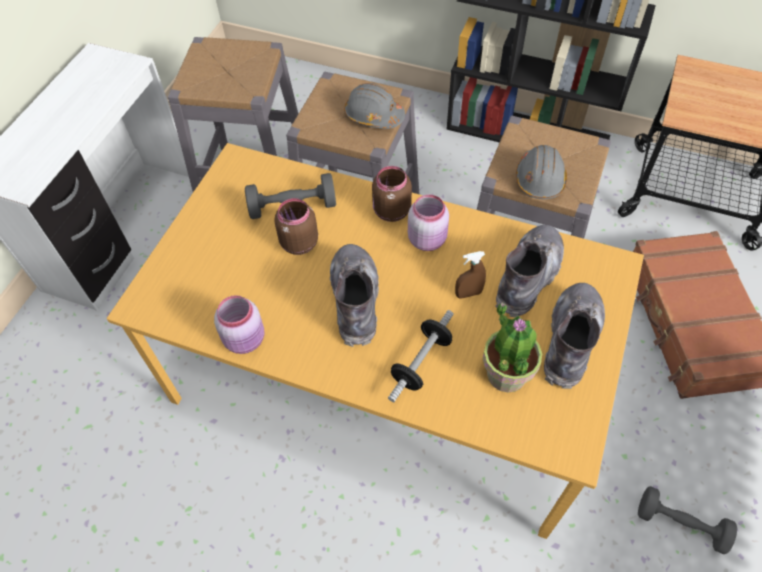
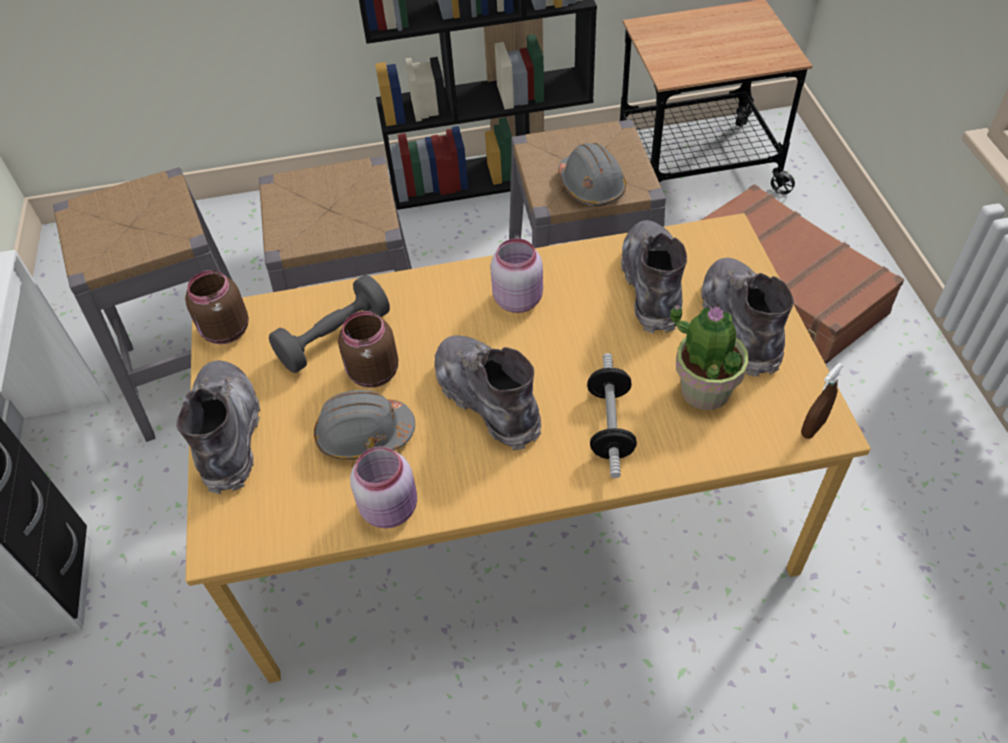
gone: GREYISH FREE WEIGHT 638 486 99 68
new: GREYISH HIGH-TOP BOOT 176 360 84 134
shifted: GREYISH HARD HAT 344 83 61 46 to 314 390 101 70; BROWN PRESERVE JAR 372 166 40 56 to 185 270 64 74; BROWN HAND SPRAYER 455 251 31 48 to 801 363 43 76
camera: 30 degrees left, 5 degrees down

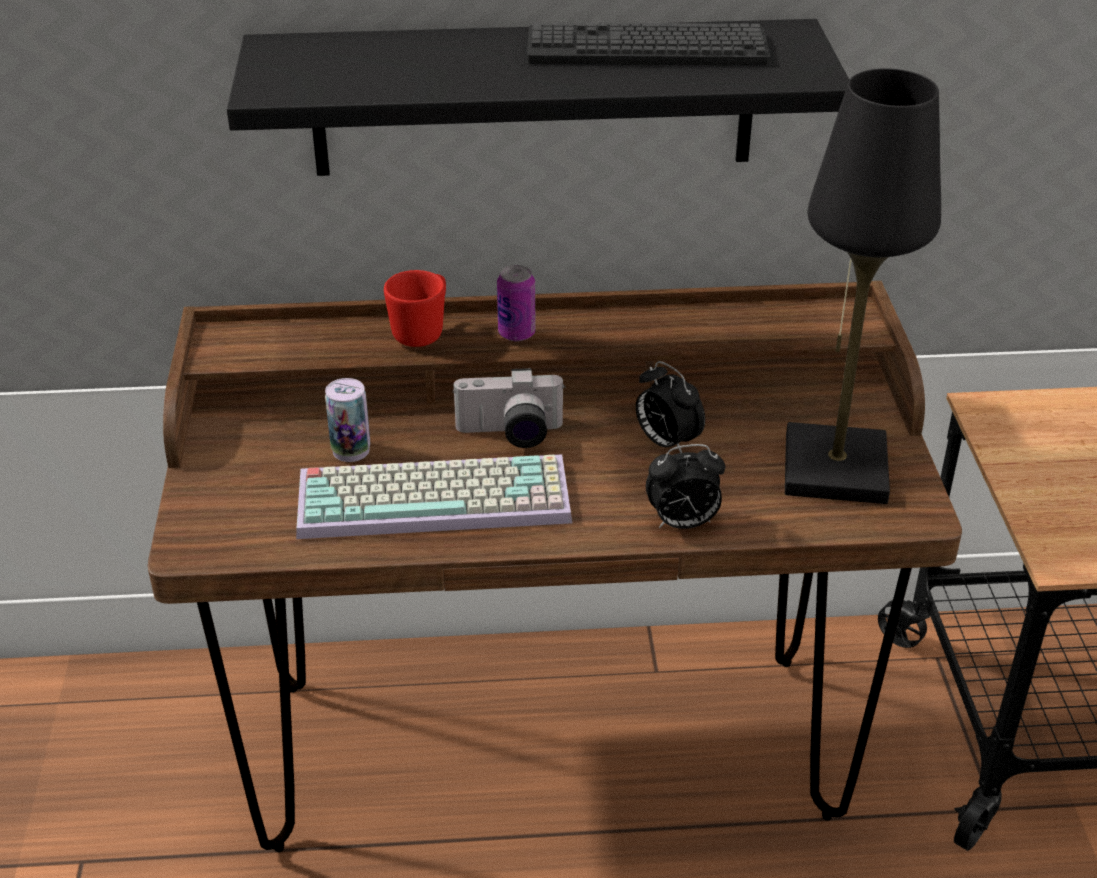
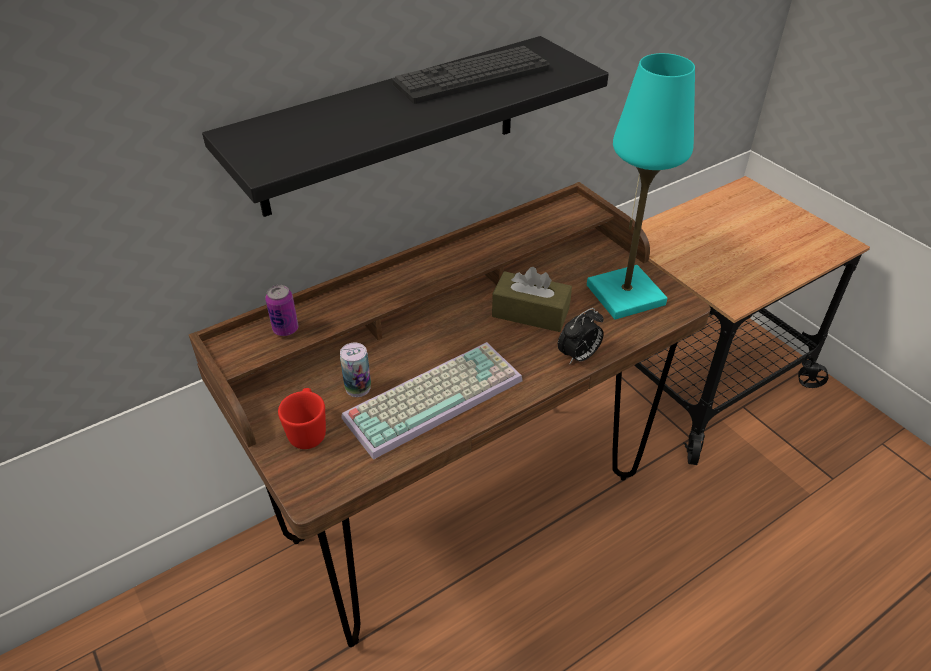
gone: STILL CAMERA 452 368 114 80
shifted: RED-COLOURED COFFEE MUG 384 270 62 77 to 278 388 48 61; CAN 497 265 39 76 to 265 285 33 51
swapped: BEDSIDE CLOCK 636 361 69 92 to BROWN TISSUE BOX 492 267 80 65
repainted: BLACKISH LAMP FOR A TABLE 785 68 156 436 to BLUE-GREEN LAMP FOR A TABLE 587 53 108 267
camera: 30 degrees left, 5 degrees up

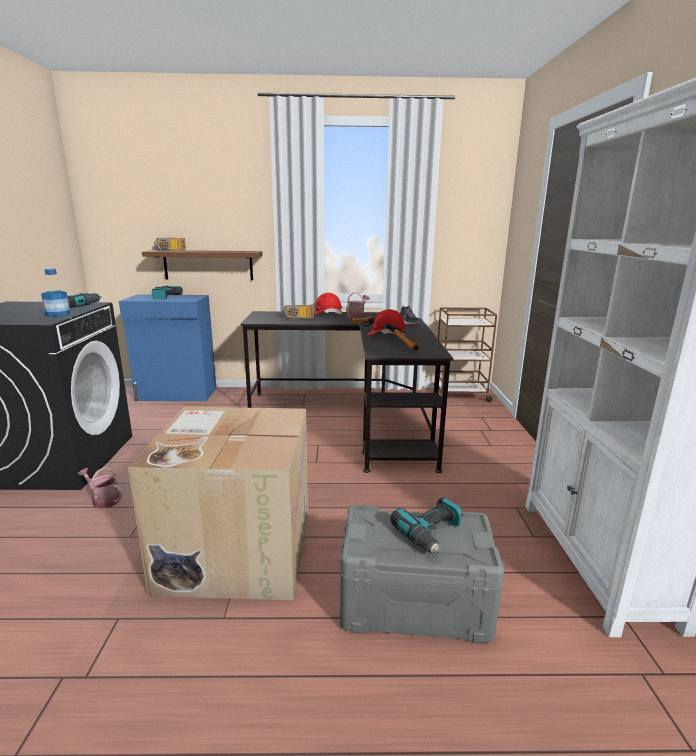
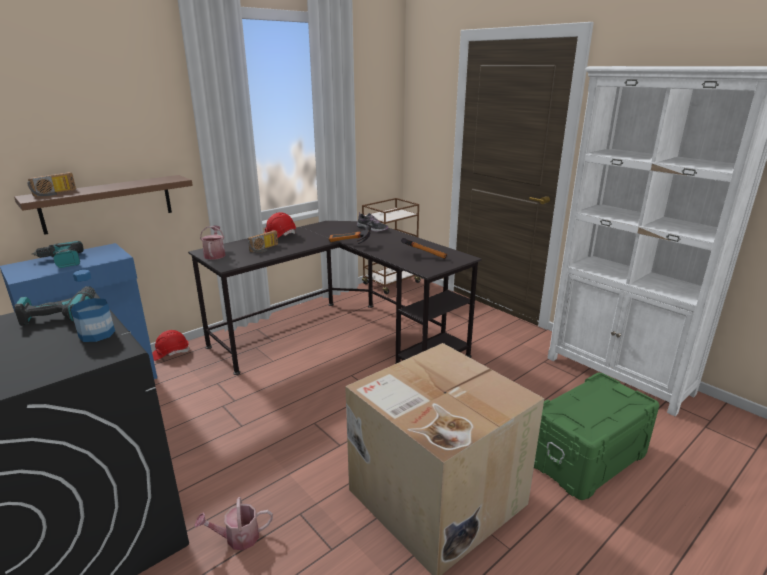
gone: POWER DRILL 390 497 72 56
shifted: WATERING CAN 346 292 24 28 to 200 225 26 35; RED-COLOURED HARD HAT 368 309 38 26 to 152 330 38 31
repainted: GREYISH STORAGE BIN 340 505 164 139 to GREENISH STORAGE BIN 534 373 125 127
camera: 40 degrees left, 5 degrees up

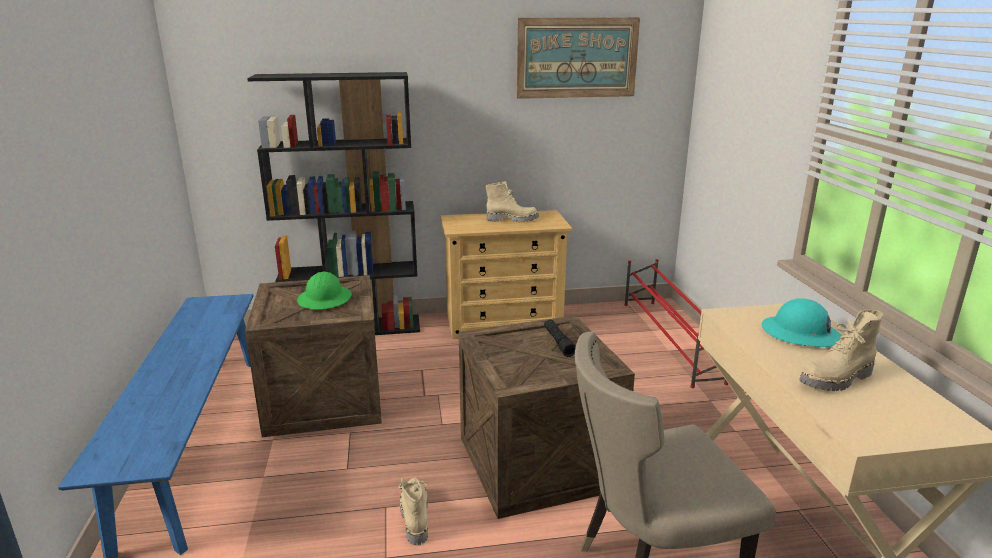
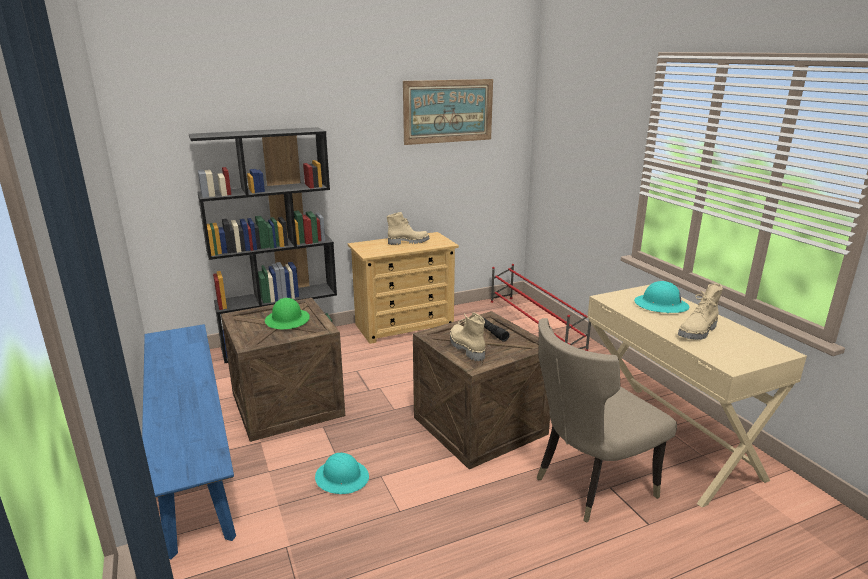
new: BLUE-GREEN HARD HAT 315 453 54 41
shifted: BEIGE HIGH-TOP BOOT 399 477 29 68 to 450 312 35 49
camera: 15 degrees left, 0 degrees up

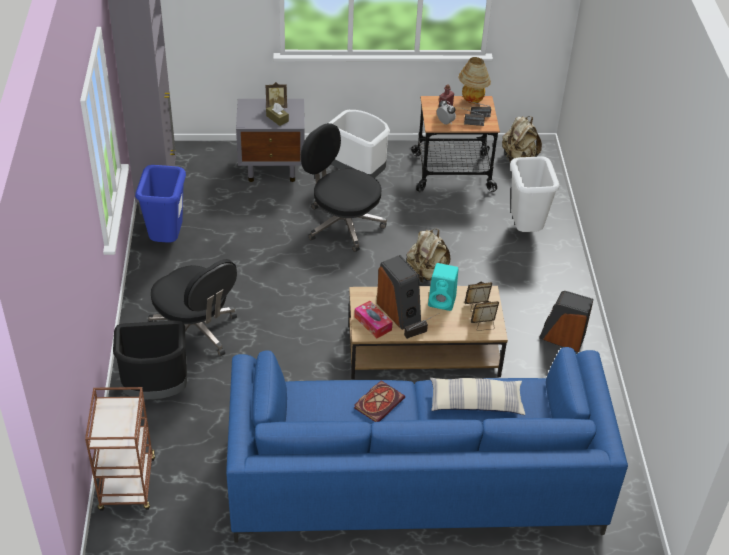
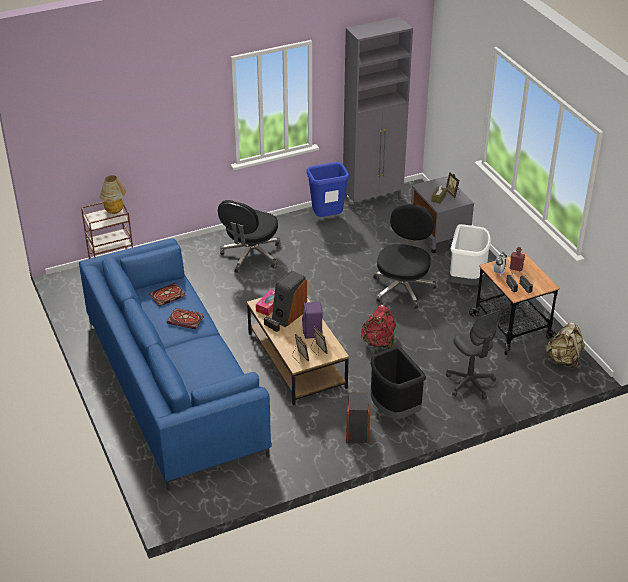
gone: CUSHION 430 378 95 37
new: BOUND BOOK 149 283 37 23
shifted: BLACKISH TRASH CAN 113 320 74 80 to 371 346 55 73; LAMP FOR A TABLE 458 57 33 47 to 99 175 27 39
swapped: WHITE TRASH CAN 510 156 50 76 to GREYISH OFFICE CHAIR 446 310 55 90
repainted: BEIGE RUCKSACK 406 229 44 54 to RED-COLOURED RUCKSACK 361 305 35 44; BLUE-GREEN SPEAKER 428 263 30 48 to PURPLE-COLOURED SPEAKER 302 302 21 37
camera: 70 degrees right, 5 degrees down

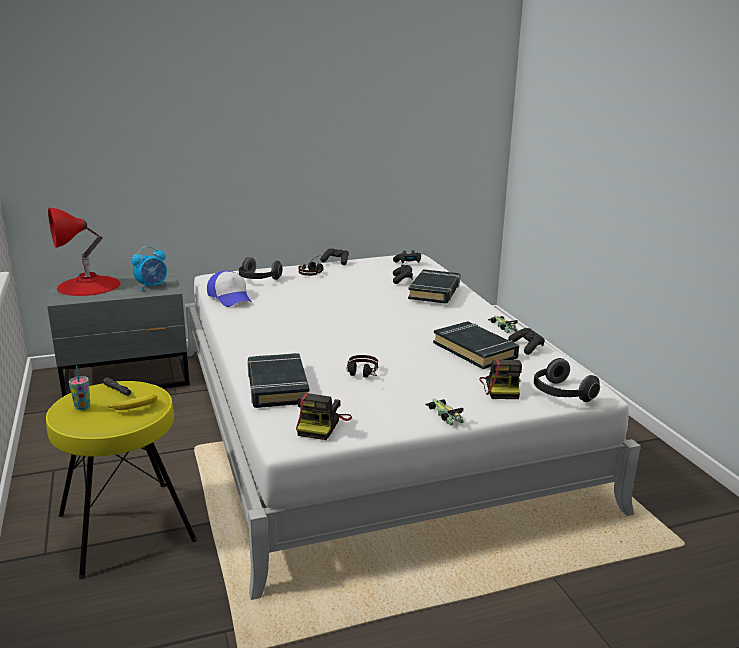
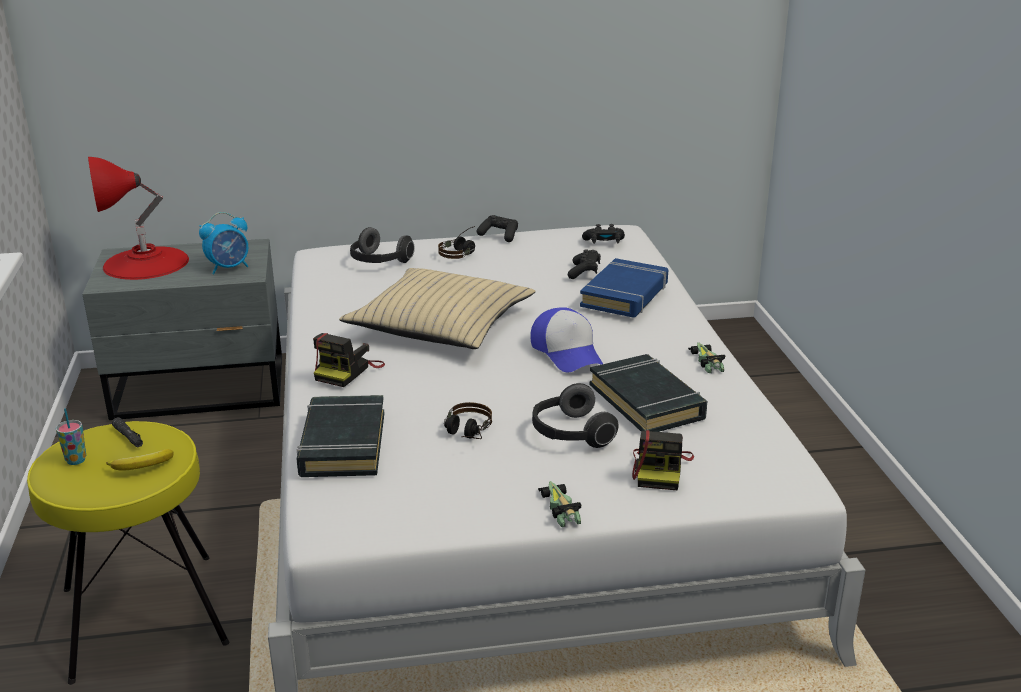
gone: BLACKISH JOYPAD 508 328 37 27
new: BEIGE CUSHION 339 268 196 81
shifted: PEAKED CAP 207 271 45 36 to 530 307 73 65; STILL CAMERA 296 393 56 47 to 313 333 72 54; HEADSET 534 358 66 44 to 532 383 87 65
repainted: BLACKISH BOUND BOOK 408 269 52 35 to BLUE-COLOURED BOUND BOOK 580 258 88 60
camera: 10 degrees right, 5 degrees up

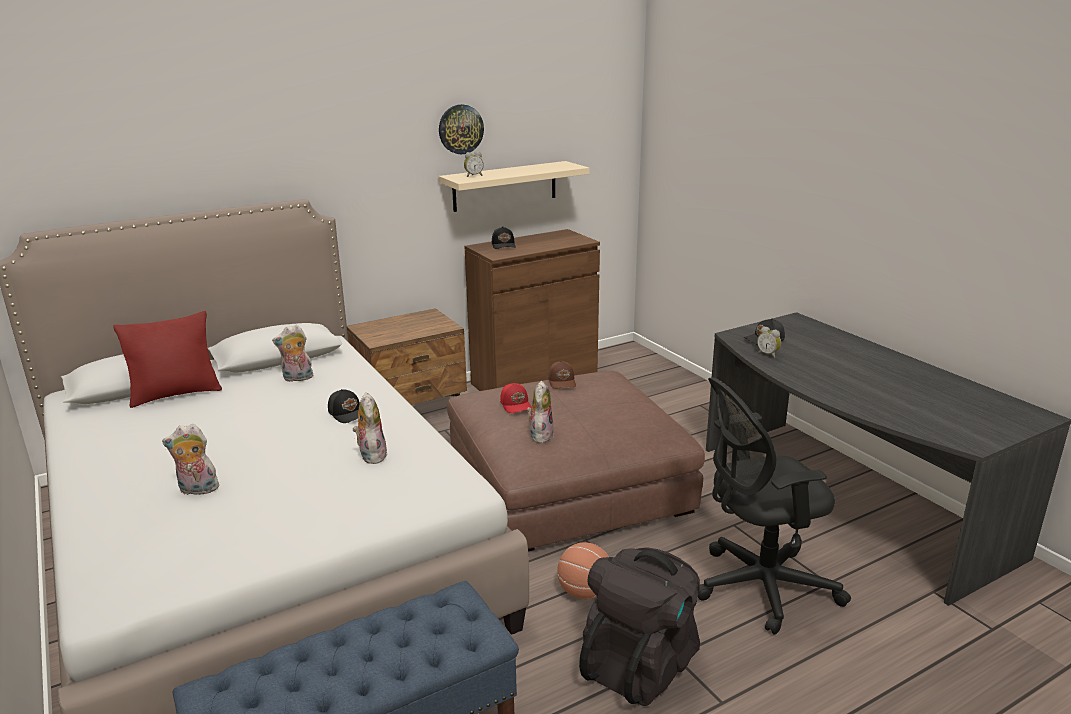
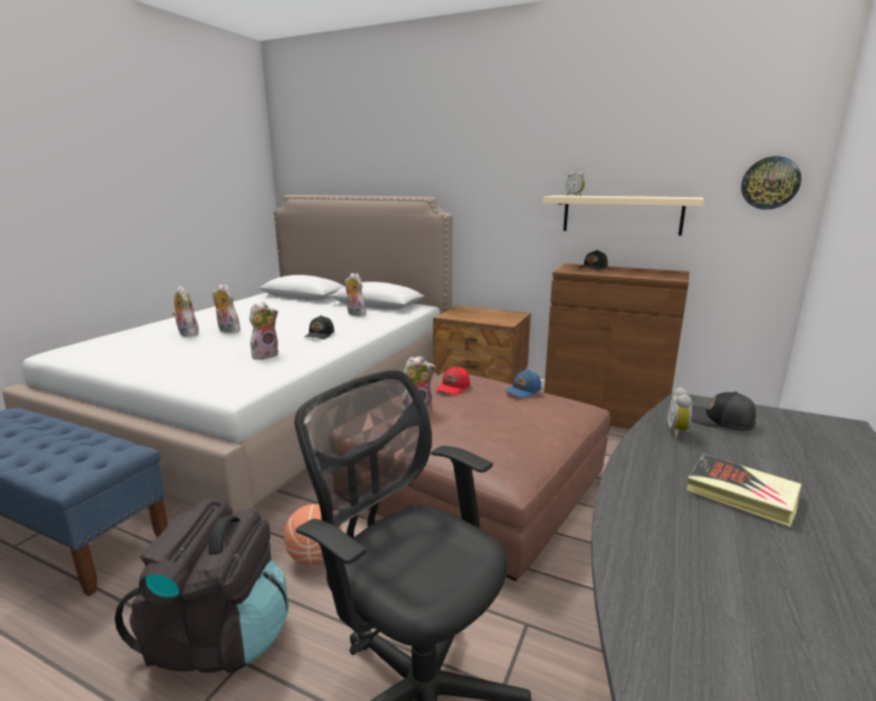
gone: RED-COLOURED CUSHION 113 311 109 97
new: SOFT TOY 213 284 27 49; BOUND BOOK 687 454 115 73
shifted: HANGING CLOCK 439 104 45 50 to 741 156 61 54
repainted: BROWN PEAKED CAP 548 361 28 28 to BLUE-COLOURED PEAKED CAP 504 370 37 28
camera: 55 degrees right, 5 degrees down

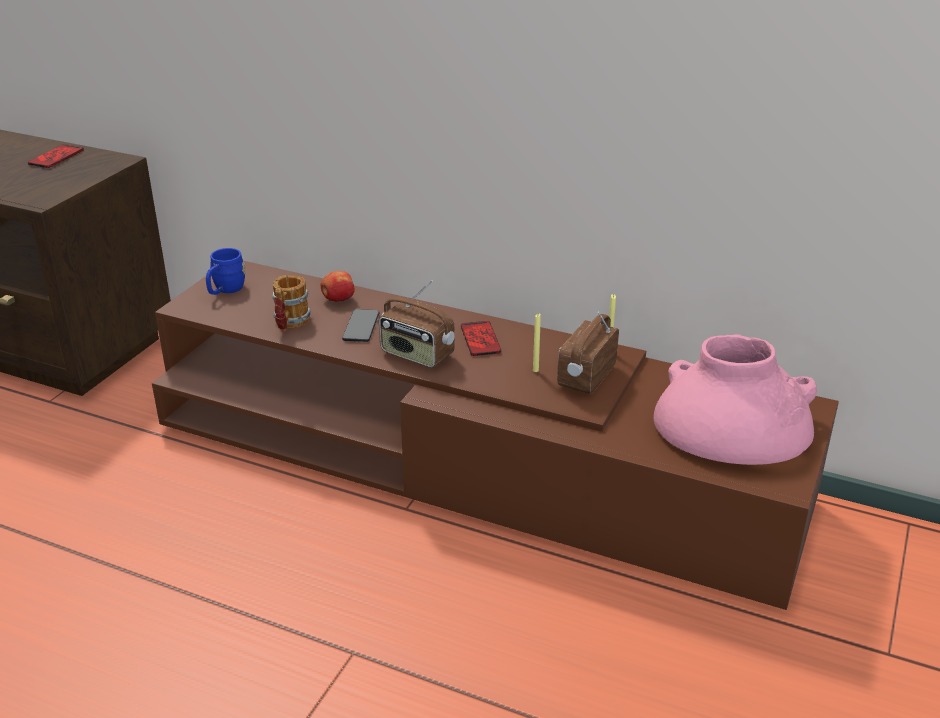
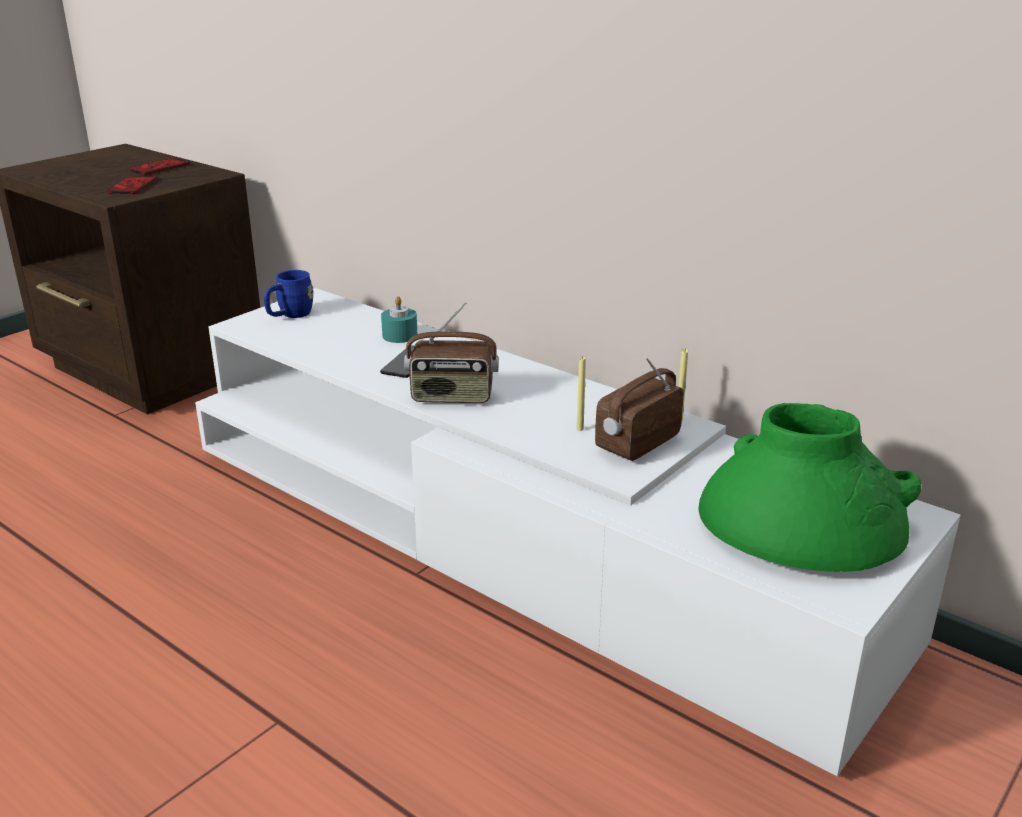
gone: COFFEE MUG 272 275 39 56
shifted: PHONE 461 321 40 35 to 107 175 51 19
swapped: APPLE 321 271 34 31 to BLUE-GREEN WAX LIGHT 381 296 36 47
repainted: BROWN TV STAND 152 261 687 349 to WHITE TV STAND 195 288 766 488; PINK-COLOURED DECORATIVE VASE 654 334 163 131 to GREENISH DECORATIVE VASE 699 403 222 169
rotated: RADIO RECEIVER 379 280 76 88 = 404 302 95 101 45 degrees counterclockwise
camera: 15 degrees right, 5 degrees down

